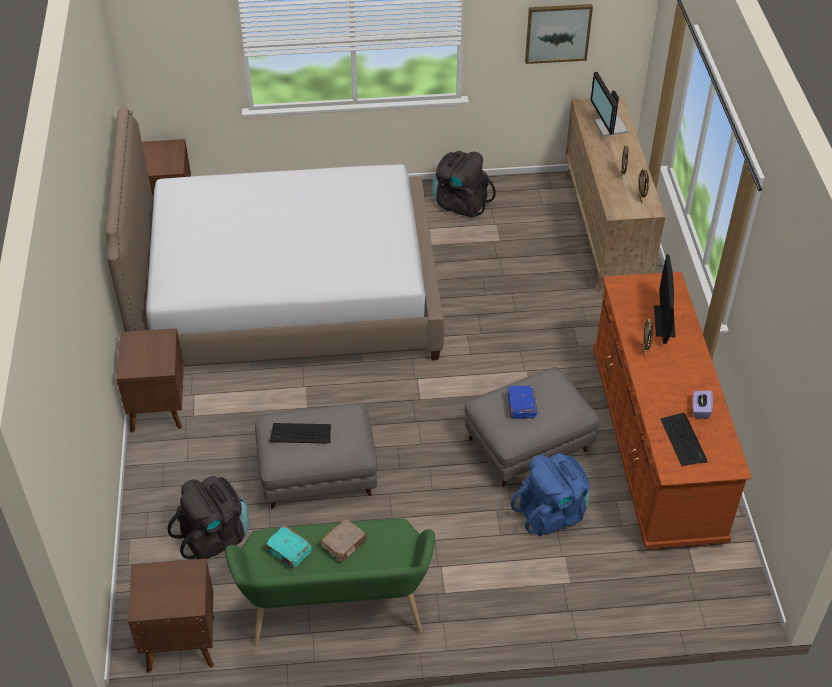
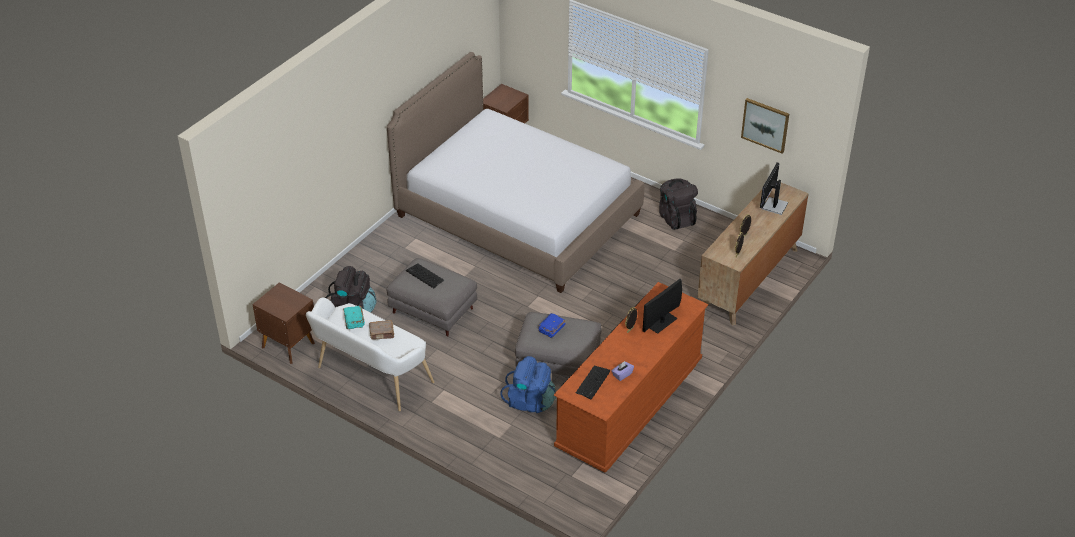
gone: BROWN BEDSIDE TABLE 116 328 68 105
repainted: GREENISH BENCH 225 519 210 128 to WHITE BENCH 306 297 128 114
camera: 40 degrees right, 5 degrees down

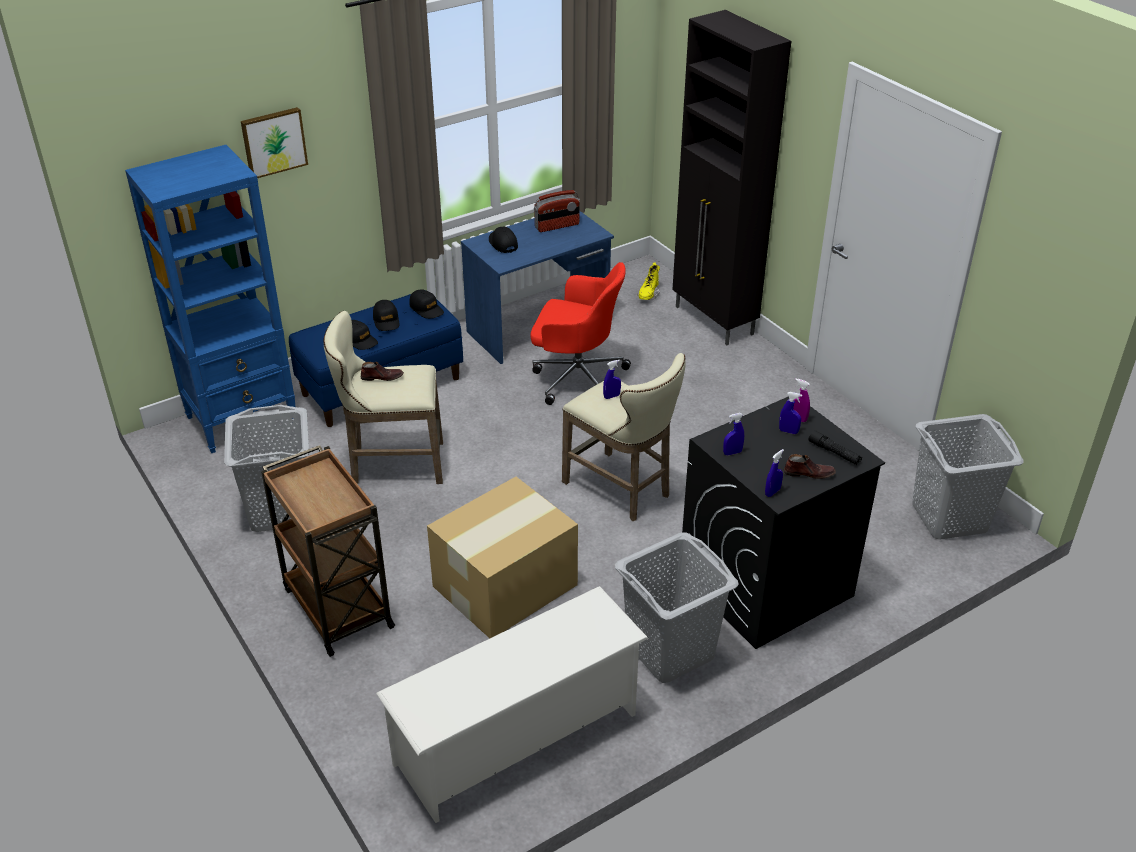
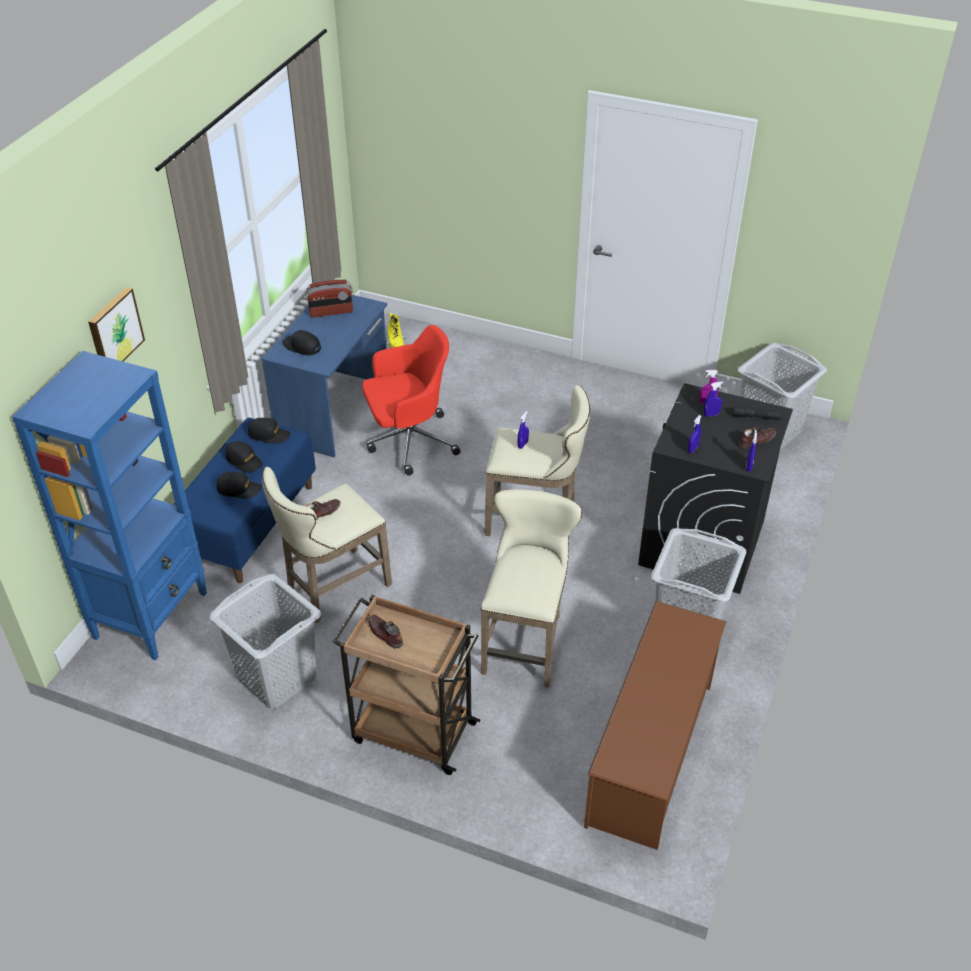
gone: BLACKISH CABINET 672 10 119 335
new: BROWN ITEM OF FOOTWEAR 369 614 34 34
swapped: CARDBOARD BOX 427 477 151 161 to BEIGE SITTING STOOL 481 489 101 198
repainted: WHITE SHOE SHELF 376 586 272 237 to BROWN SHOE SHELF 584 601 142 249
rotated: RADIO RECEIVER 534 190 46 42 = 305 280 48 38 45 degrees clockwise
camera: 35 degrees left, 5 degrees up

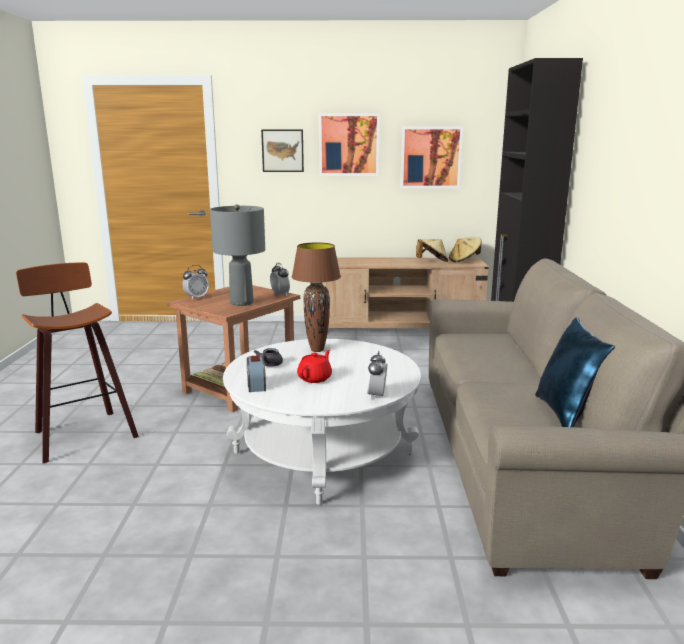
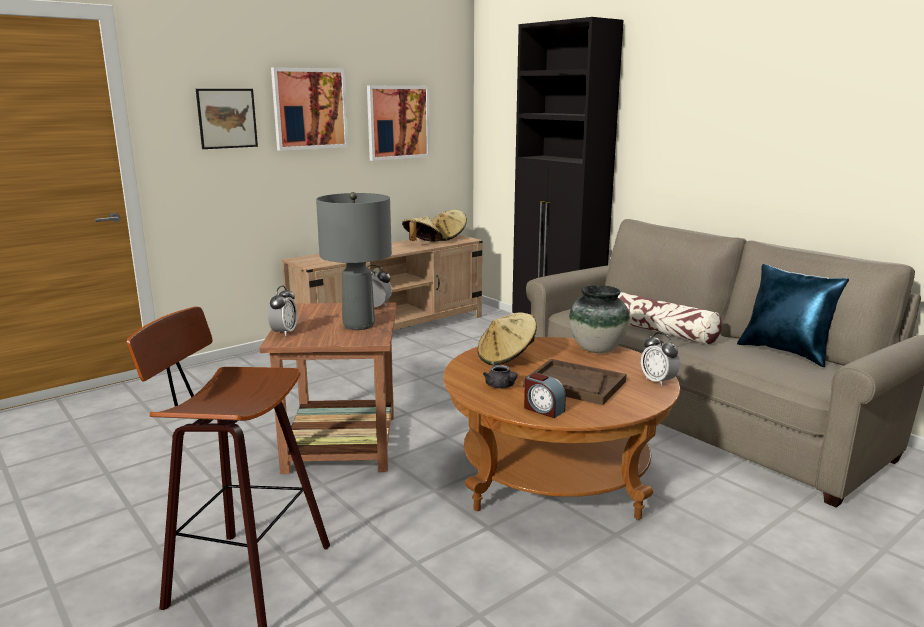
new: DECORATIVE VASE 569 285 61 68; CUSHION 618 292 104 53
swapped: BROWN LAMP FOR A TABLE 292 242 49 110 to BEIGE CLOTHING HAT 477 312 60 54; RED-COLOURED TEA POT 297 350 35 33 to BROWN CARRYING TRAY 523 359 104 46
repainted: WHITE LOW TABLE 223 339 198 166 to BROWN LOW TABLE 443 337 237 183
camera: 40 degrees left, 0 degrees up

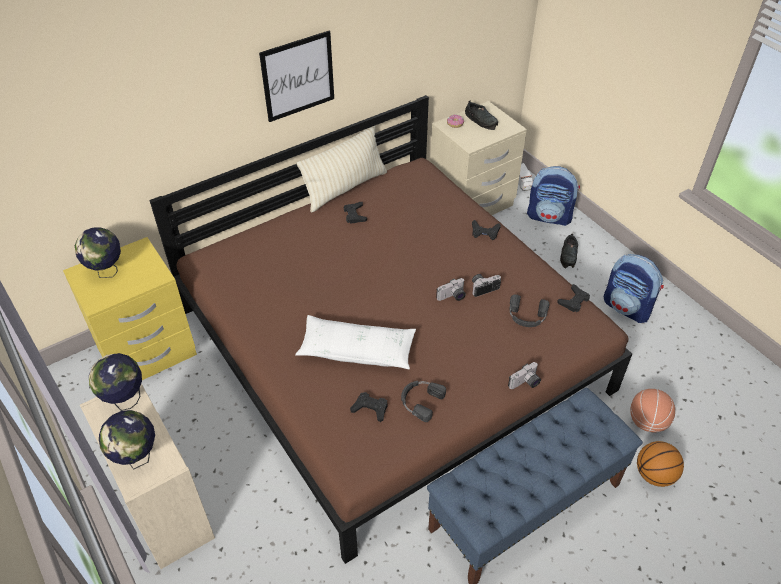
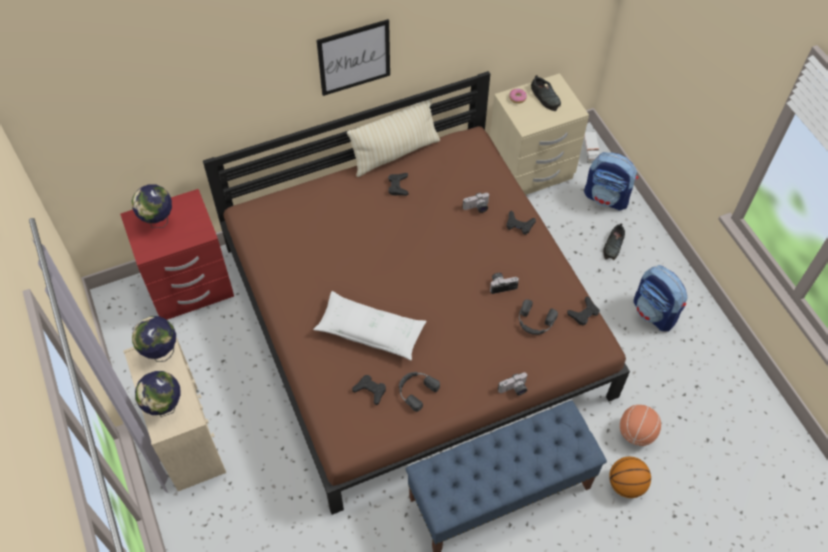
shifted: STILL CAMERA 436 278 30 23 to 463 192 26 21
repainted: YELLOW-COLOURED BEDSIDE TABLE 63 237 134 143 to RED-COLOURED BEDSIDE TABLE 120 189 114 131
camera: 10 degrees right, 10 degrees up

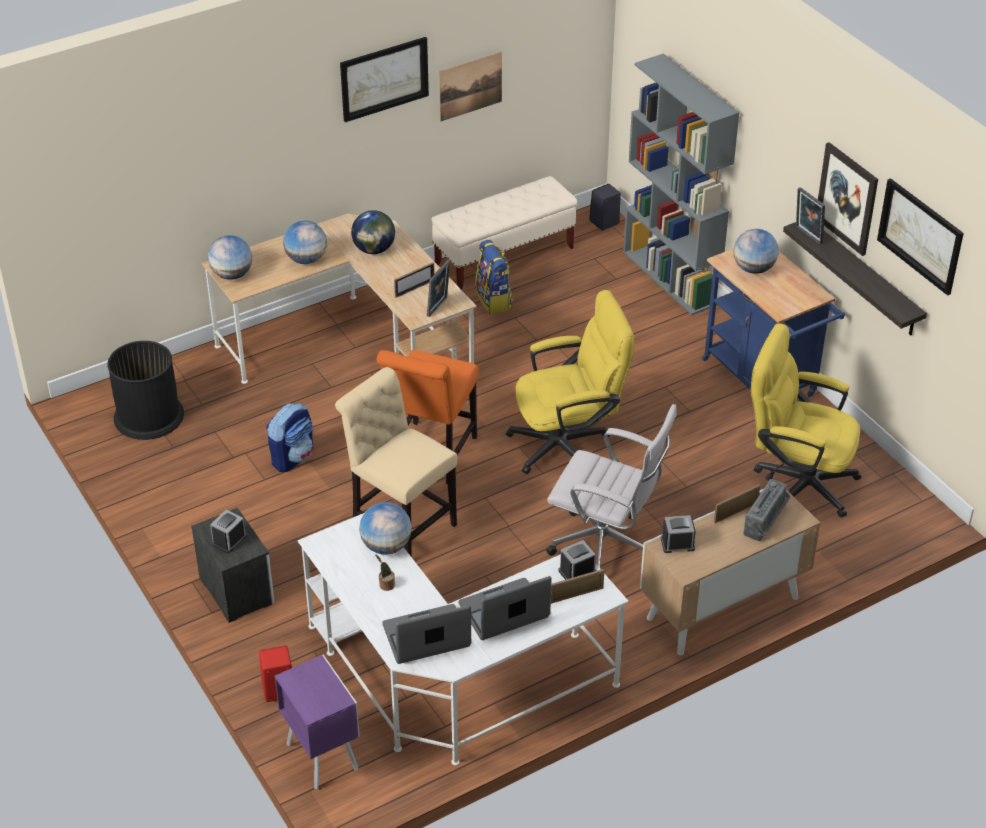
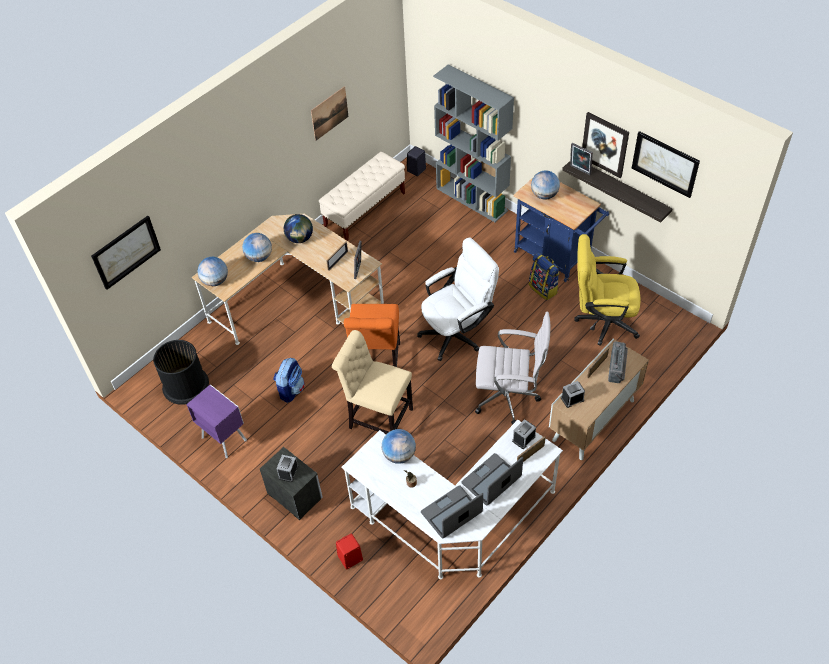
shifted: PURPLE-COLOURED BEDSIDE TABLE 275 655 85 134 to 186 384 61 74; WALL ART 340 37 89 85 to 91 216 70 74; RUCKSACK 475 240 38 74 to 529 253 31 47
repainted: YELLOW-COLOURED OFFICE CHAIR 506 290 129 184 to WHITE OFFICE CHAIR 417 238 82 123
camera: 15 degrees left, 10 degrees up

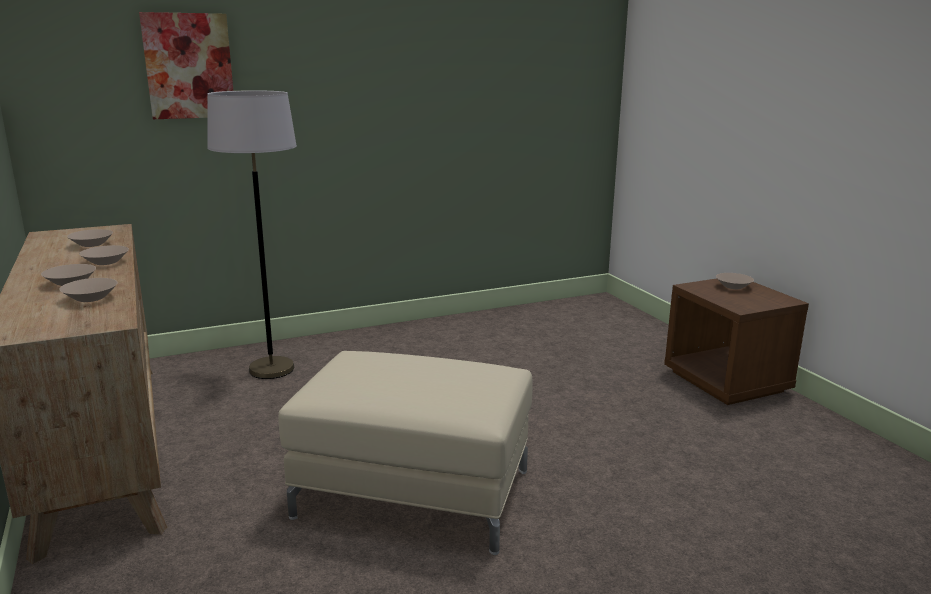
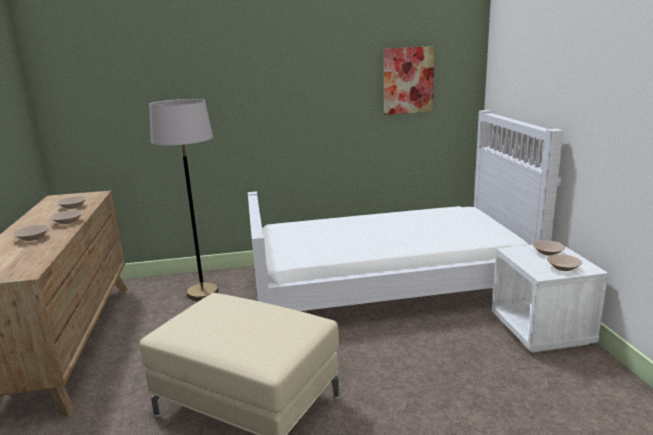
new: WHITE BED 248 110 315 201
shifted: BEIGE DEEP DISH 59 278 58 24 to 547 254 35 17; WALL ART 139 12 94 107 to 384 46 51 69
repainted: BROWN BEDSIDE TABLE 664 278 145 127 to WHITE BEDSIDE TABLE 492 242 117 111
camera: 15 degrees right, 0 degrees up

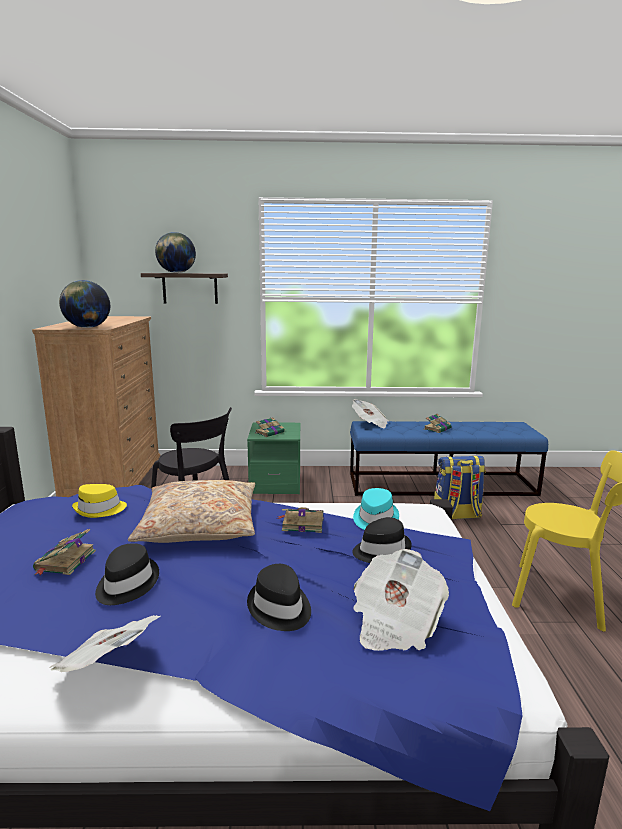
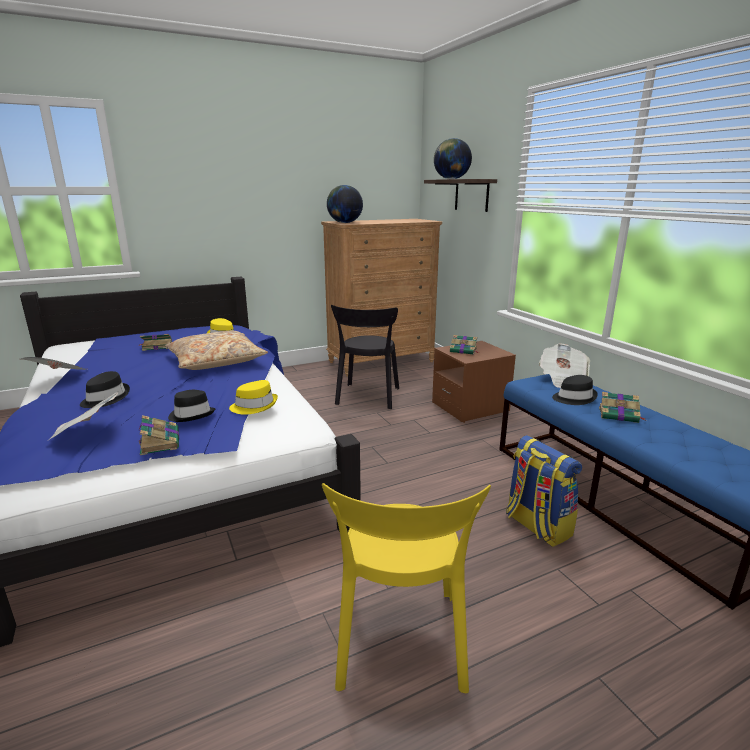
shifted: BLACKISH CLOTHING HAT 95 543 64 62 to 552 375 46 30; BOUND BOOK 277 507 47 26 to 139 415 40 40
repainted: GREENISH BEDSIDE TABLE 247 422 54 72 to BROWN BEDSIDE TABLE 432 341 84 82; BLUE-GREEN CLOTHING HAT 353 488 46 42 to YELLOW-COLOURED CLOTHING HAT 229 380 49 35
camera: 65 degrees right, 5 degrees up

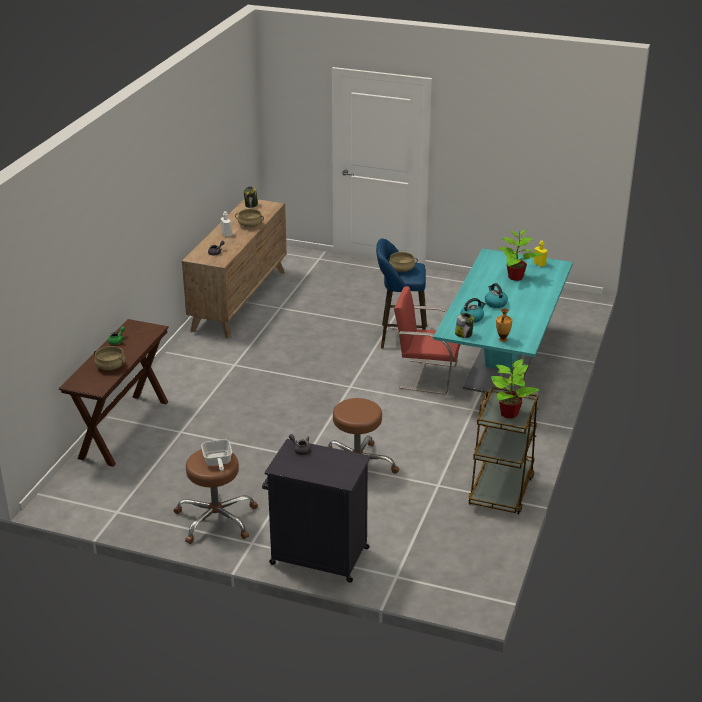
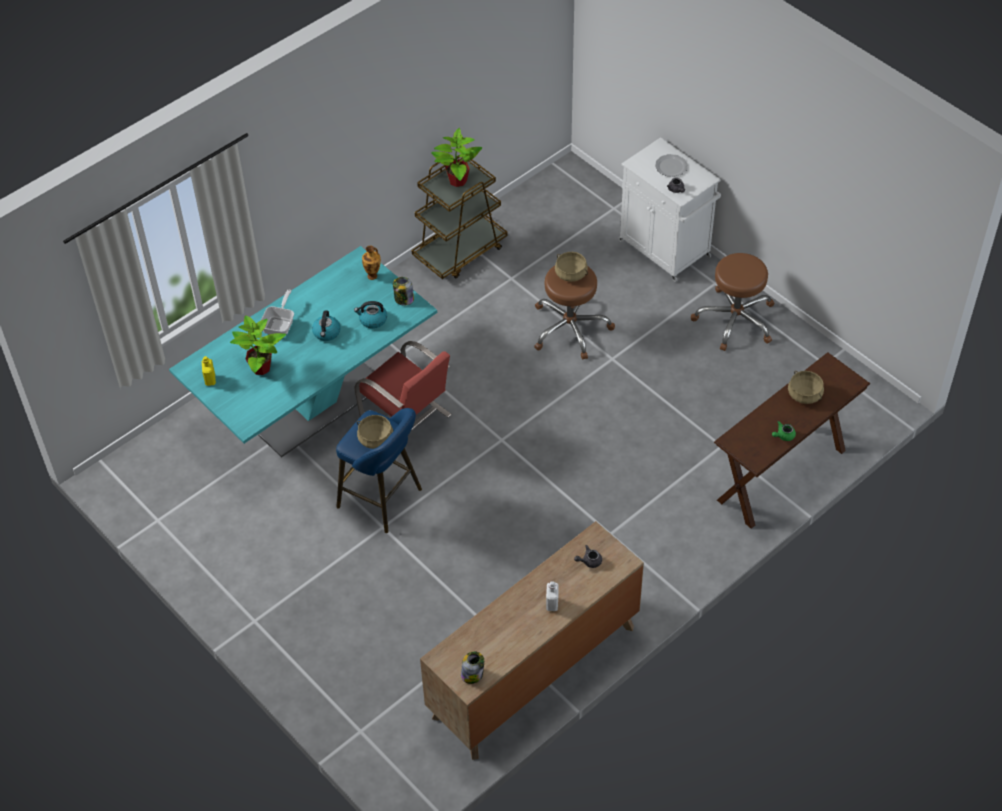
new: PLATE 655 154 32 23
shifted: FRYING PAN 201 439 31 32 to 260 290 34 46; BEIGE SAUCEPOT 235 209 29 18 to 555 252 33 30
repainted: BLACKISH CABINET 262 439 109 144 to WHITE CABINET 618 137 103 145
camera: 150 degrees left, 20 degrees up

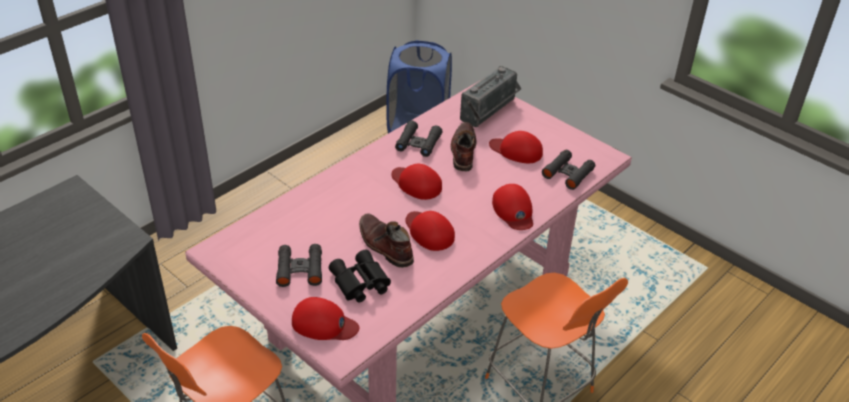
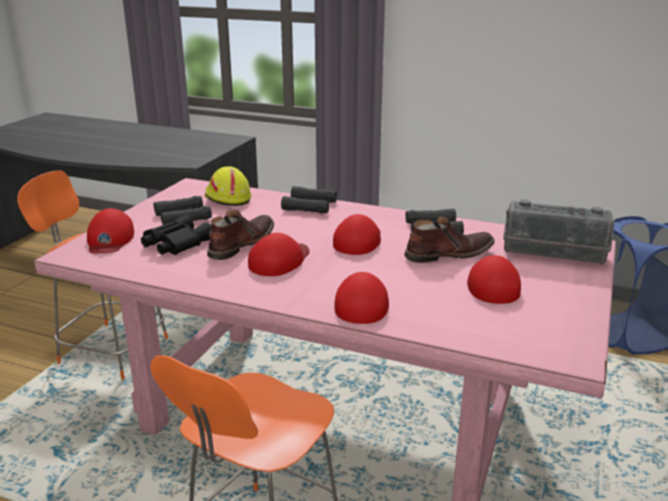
new: YELLOW-COLOURED HARD HAT 204 166 47 40
shifted: BLACKISH BINOCULARS 542 150 53 40 to 281 186 56 28
rotated: RED-COLOURED PEAKED CAP 492 184 41 46 = 334 272 55 52 135 degrees clockwise
camera: 70 degrees right, 15 degrees down

